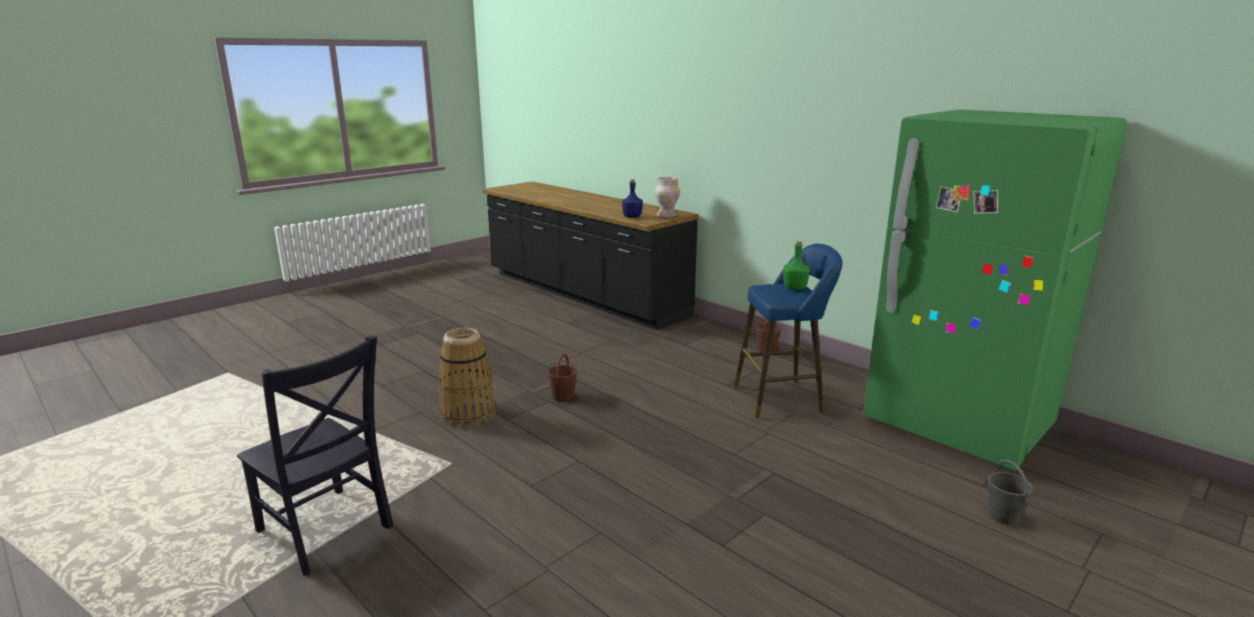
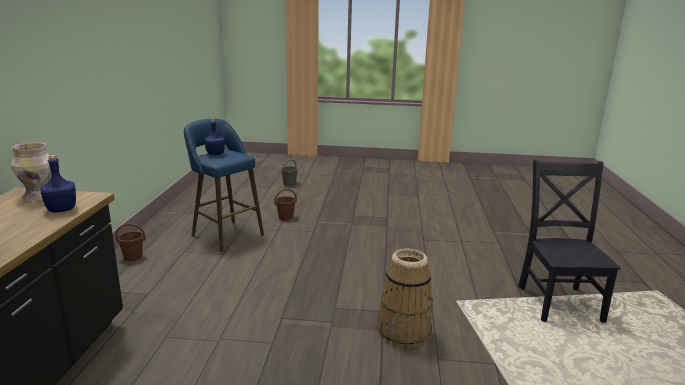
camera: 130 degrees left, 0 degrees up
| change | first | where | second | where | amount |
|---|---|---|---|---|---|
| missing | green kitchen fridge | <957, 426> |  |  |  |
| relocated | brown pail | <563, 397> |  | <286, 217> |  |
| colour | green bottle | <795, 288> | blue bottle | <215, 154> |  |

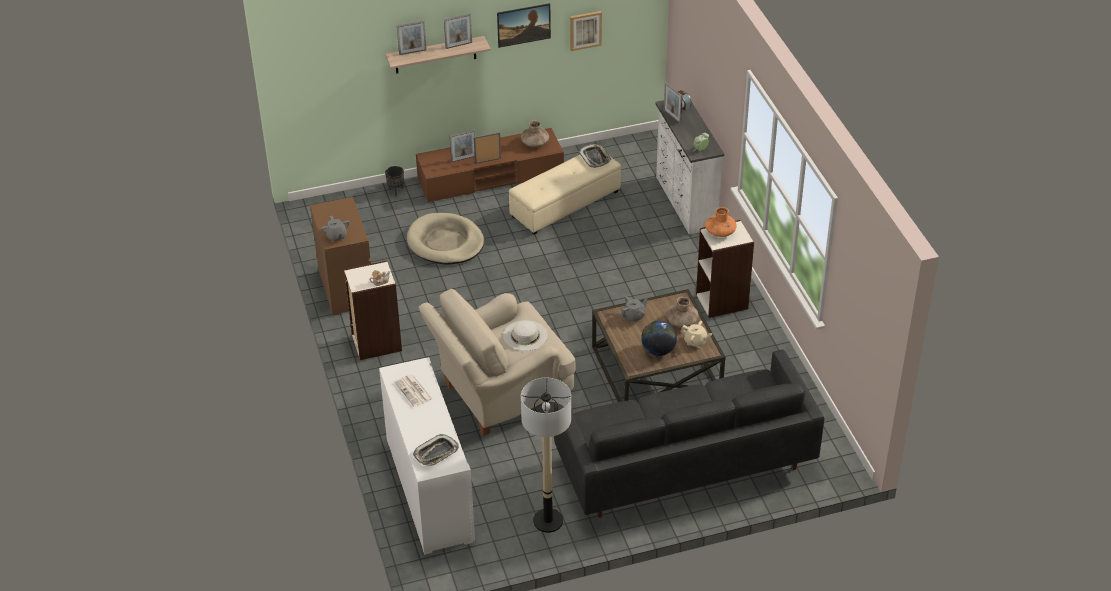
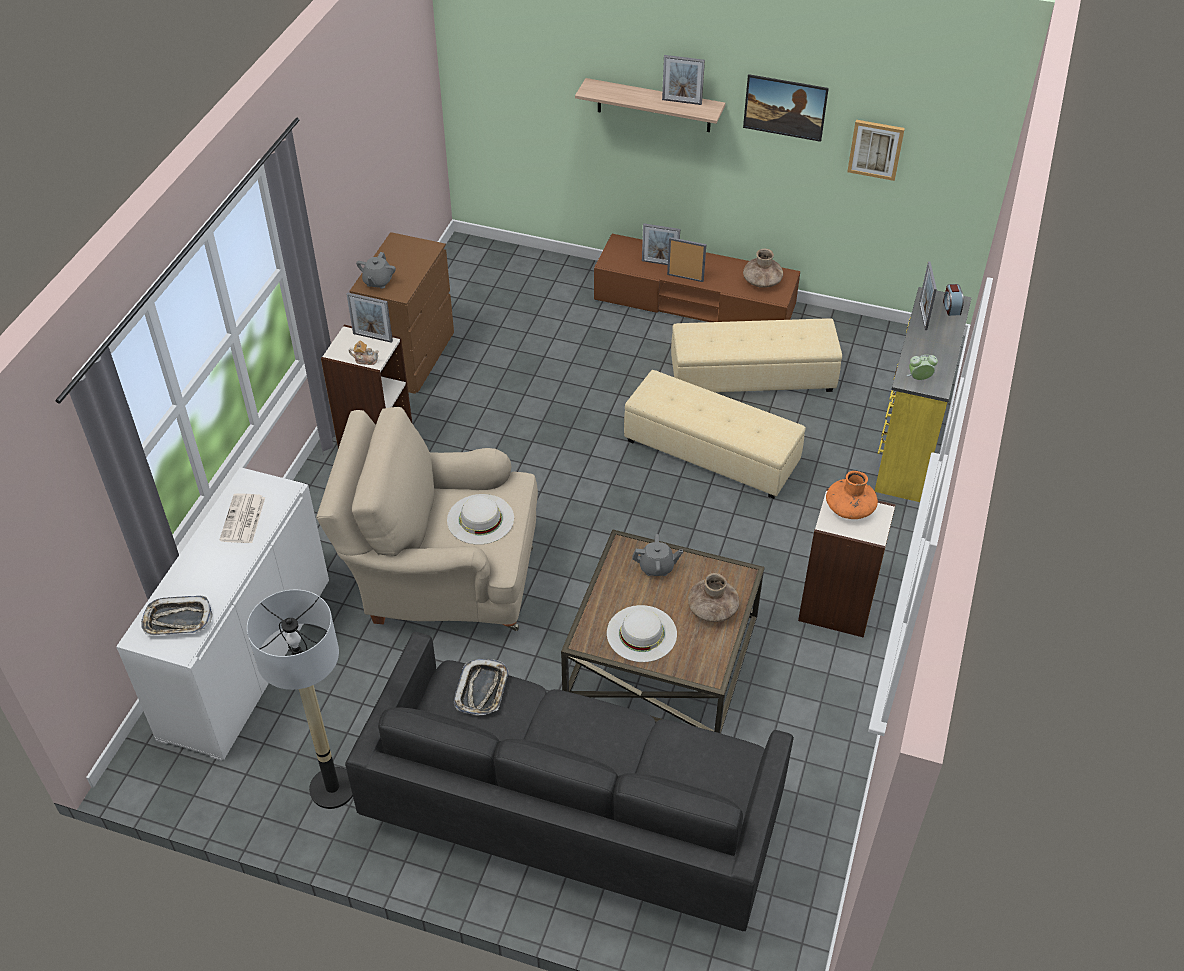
camera: 35 degrees right, 5 degrees up
| change | first | where | second | where | amount |
|---|---|---|---|---|---|
| missing | black-coloured plant pot | <396, 191> |  |  |  |
| missing | sand-coloured dog cushion | <445, 242> |  |  |  |
| missing | sand-coloured pot for tea | <695, 342> |  |  |  |
| appeared |  |  | sand-coloured ottoman | <711, 452> |  |
| relocated | picture frame | <412, 52> |  | <372, 337> |  |
| relocated | serving tray | <595, 158> |  | <482, 690> |  |
| exchanged | desk globe | <658, 350> | whitish wearable hat | <641, 633> |  |
| colour | whitish dresser | <685, 203> | yellow-coloured dresser | <907, 447> |  |

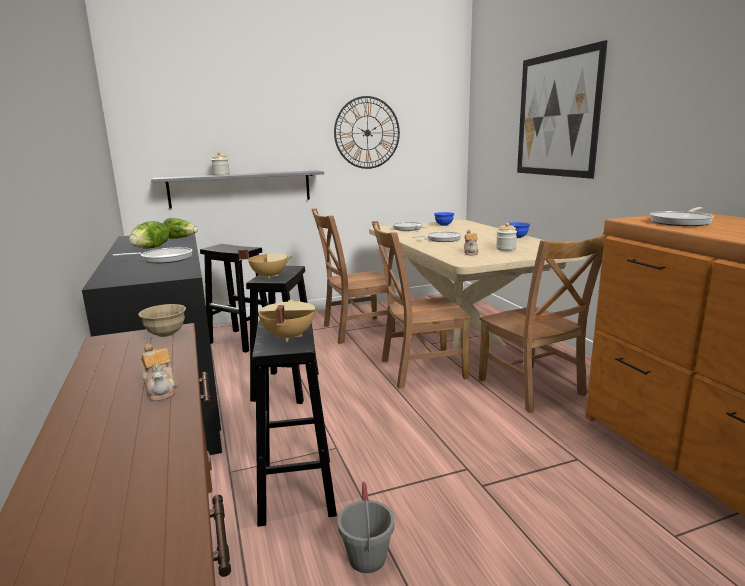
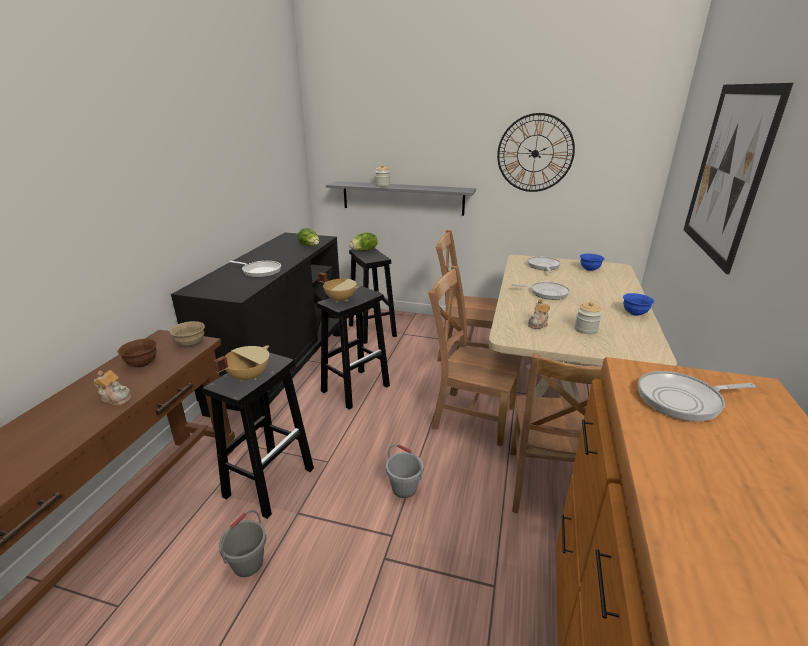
camera: 35 degrees right, 10 degrees up
| change | first | where | second | where | amount |
|---|---|---|---|---|---|
| appeared |  |  | brown deep dish | <142, 364> |  |
| appeared |  |  | gray pail | <404, 488> |  |
| relocated | lettuce head | <151, 248> |  | <364, 250> |  |
| spun | pot for tea | <161, 390> |  | <116, 398> | 75 degrees counterclockwise |

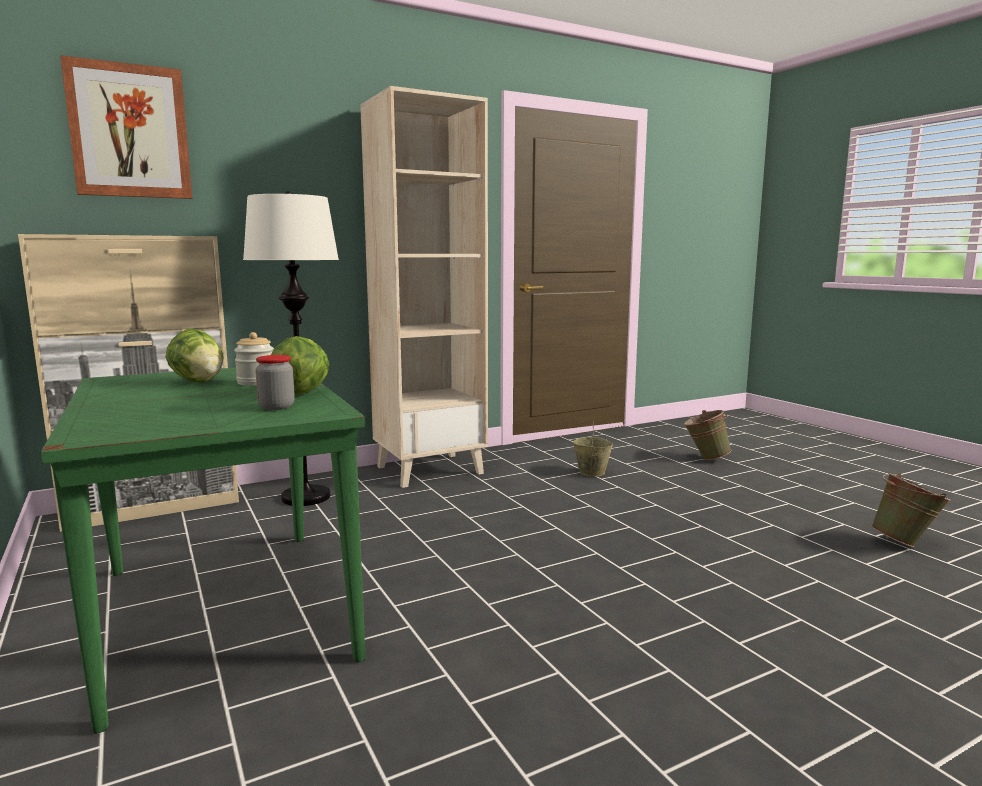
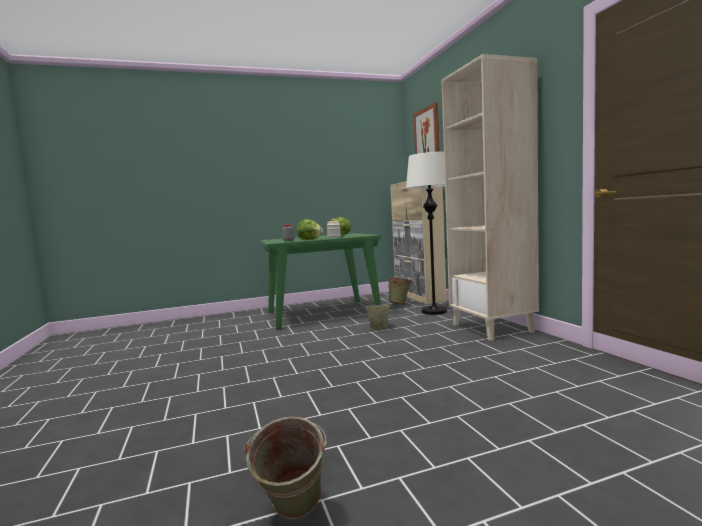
camera: 100 degrees right, 5 degrees down
| change | first | where | second | where | amount |
|---|---|---|---|---|---|
| relocated | sand-coloured pail | <591, 472> |  | <379, 327> |  |
| relocated | green pail | <705, 458> |  | <399, 304> |  |

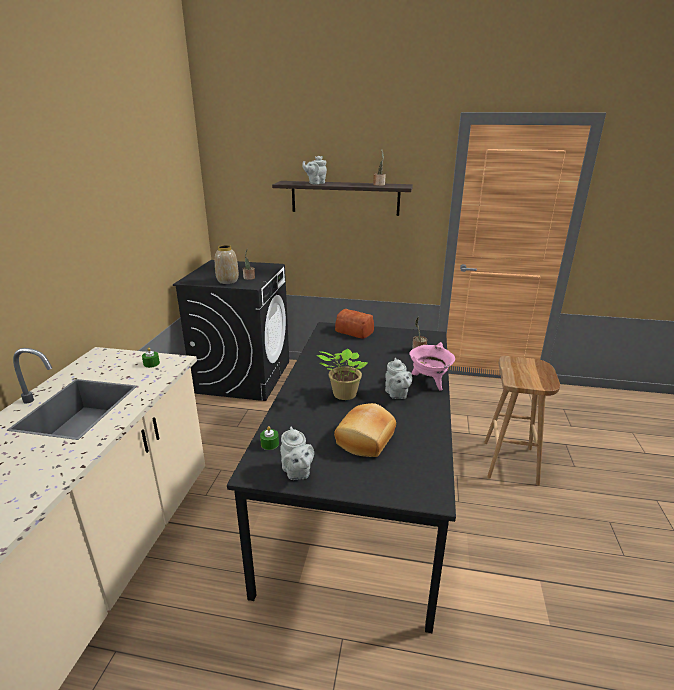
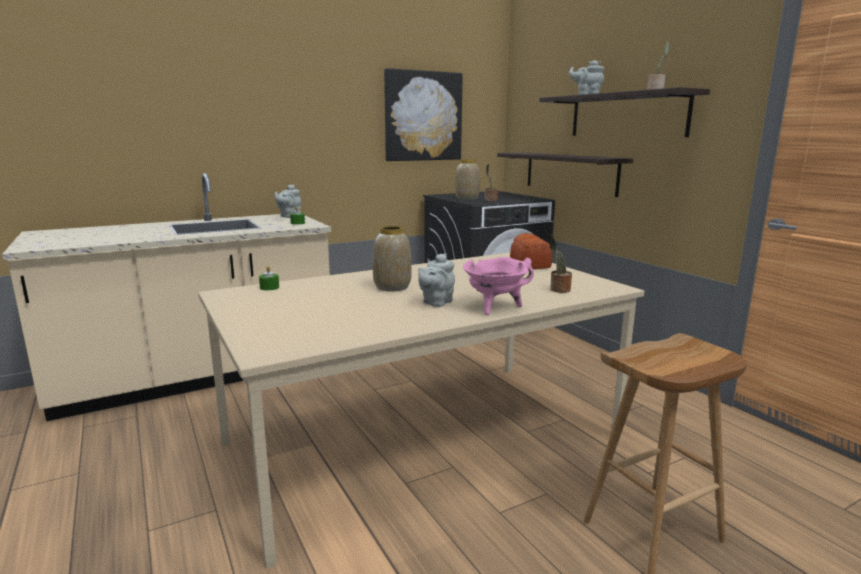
camera: 50 degrees right, 10 degrees down
| change | first | where | second | where | amount |
|---|---|---|---|---|---|
| missing | bread | <366, 440> |  |  |  |
| appeared |  |  | picture | <423, 116> |  |
| appeared |  |  | bracket shelf | <570, 173> |  |
| relocated | gray pot for tea | <297, 472> |  | <289, 216> |  |
| exchanged | houseplant | <343, 395> | flower vase | <393, 287> |  |
| colour | black-coloured dining table | <360, 489> | sand-coloured dining table | <423, 439> |  |

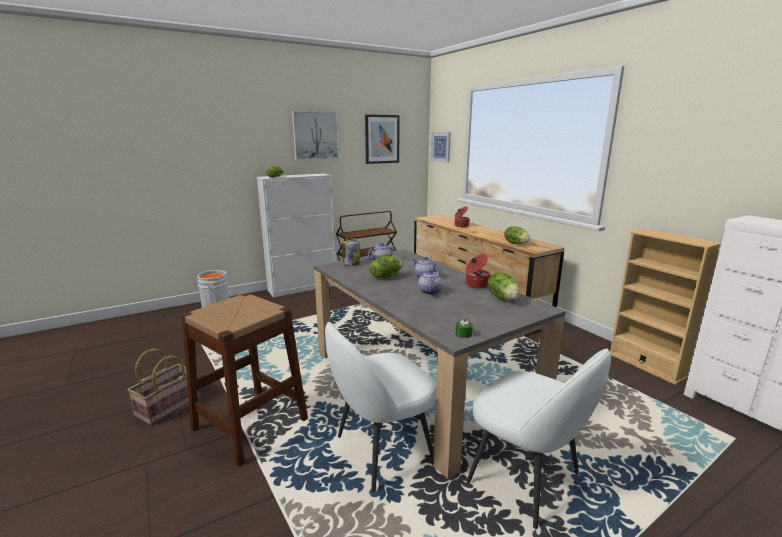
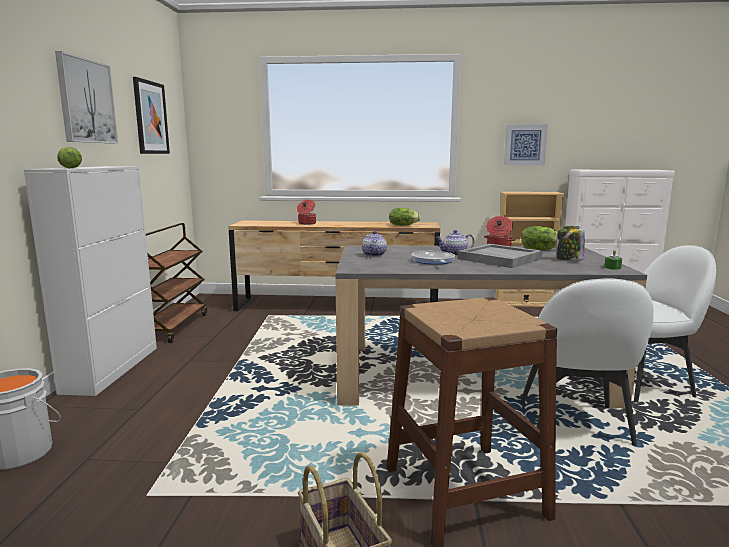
camera: 55 degrees left, 5 degrees down
| change | first | where | second | where | amount |
|---|---|---|---|---|---|
| relocated | jar | <351, 263> |  | <569, 260> |  |
| relocated | picture | <441, 146> |  | <525, 145> |  |
| exchanged | lettuce head | <386, 277> | pan | <433, 261> |  |
| exchanged | pot for tea | <429, 291> | gray serving tray | <498, 259> |  |

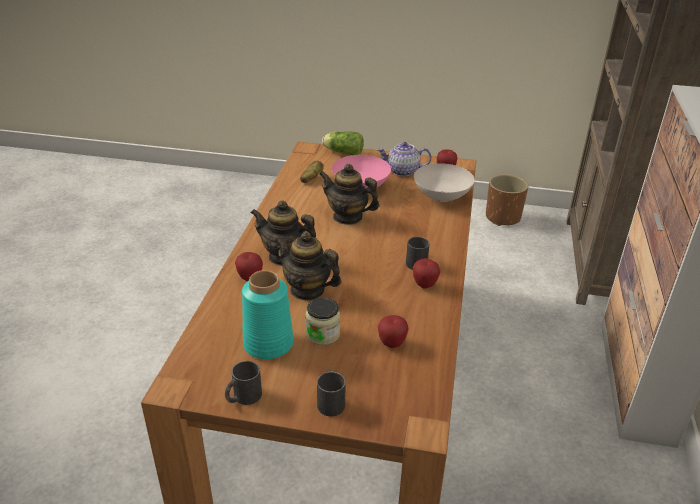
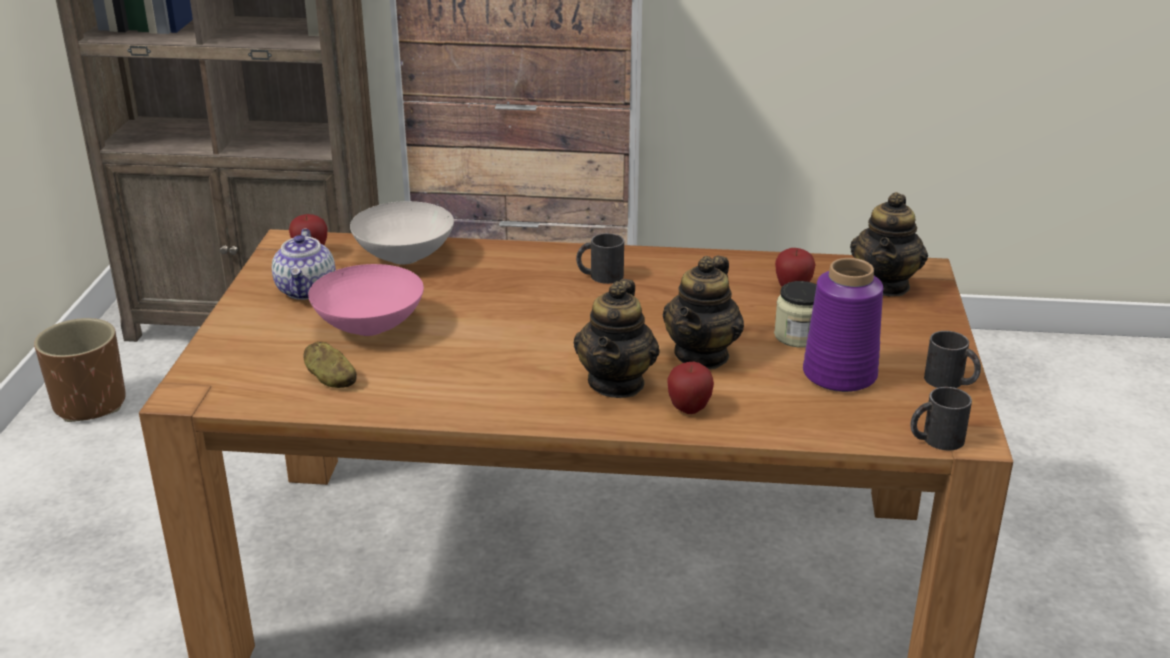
camera: 95 degrees left, 5 degrees down
| change | first | where | second | where | amount |
|---|---|---|---|---|---|
| missing | lettuce head | <342, 152> |  |  |  |
| missing | apple | <424, 285> |  |  |  |
| relocated | black-coloured coffee mug | <330, 401> |  | <935, 439> |  |
| relocated | pot for tea | <348, 217> |  | <885, 285> |  |
| colour | turquoise flower vase | <269, 343> | purplish flower vase | <838, 374> |  |

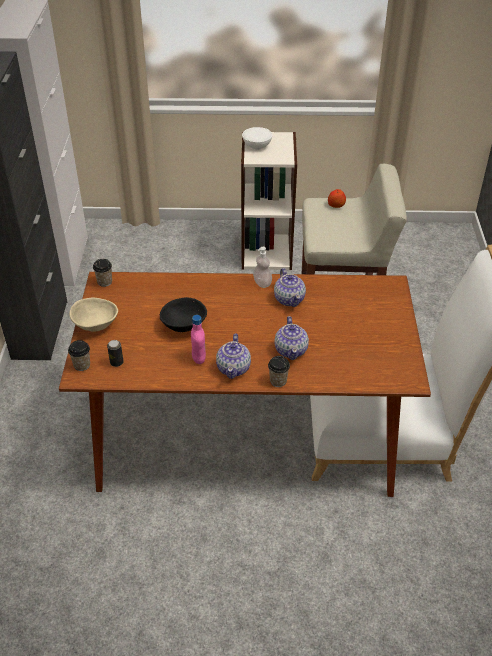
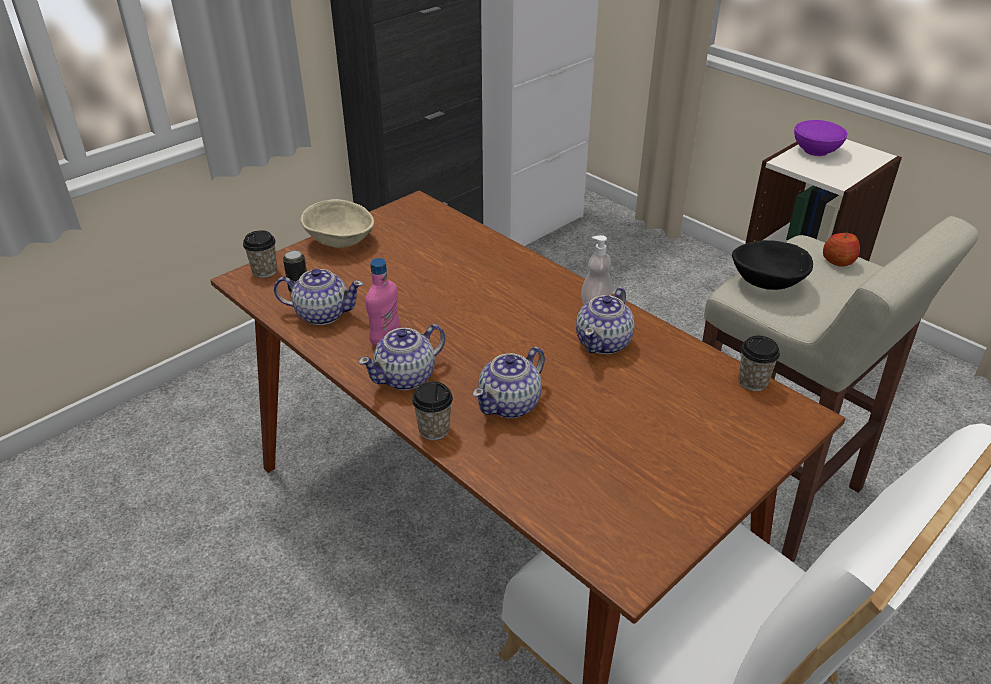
camera: 45 degrees right, 5 degrees down
| change | first | where | second | where | amount |
|---|---|---|---|---|---|
| appeared |  |  | pot for tea | <322, 314> |  |
| relocated | drinking cup | <104, 282> |  | <752, 382> |  |
| relocated | black-coloured deep dish | <183, 326> |  | <766, 283> |  |
| colour | whitish deep dish | <257, 146> | purplish deep dish | <816, 150> |  |

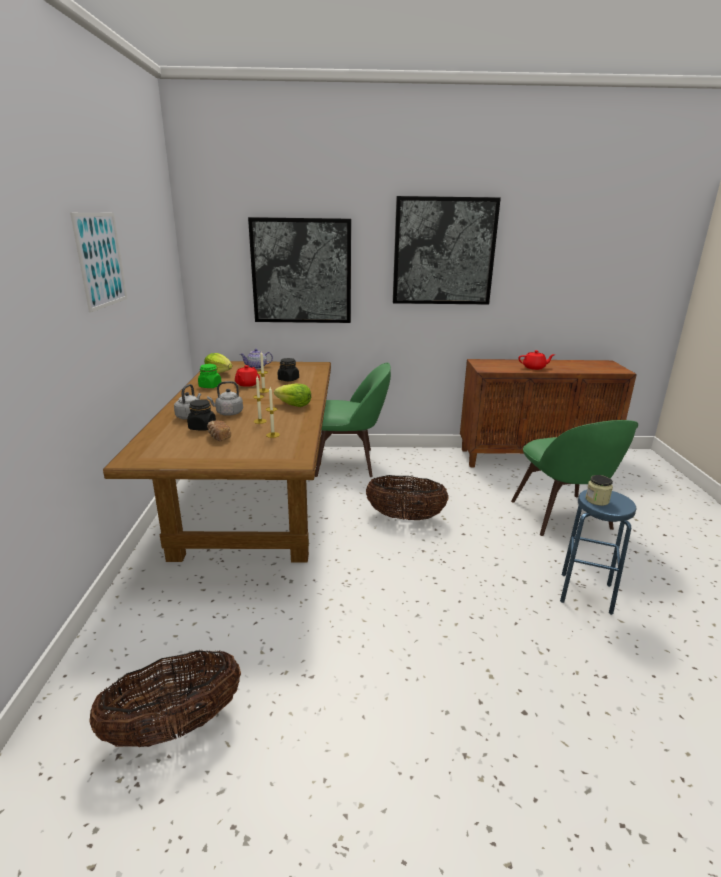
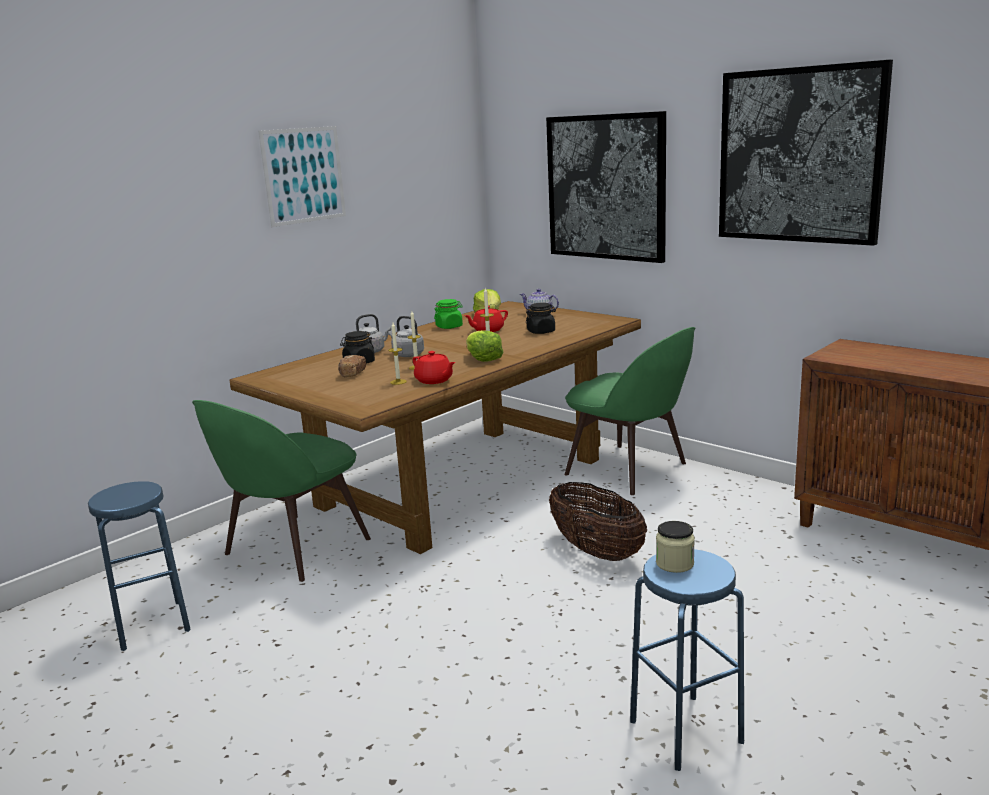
camera: 45 degrees right, 5 degrees down
| change | first | where | second | where | amount |
|---|---|---|---|---|---|
| relocated | green upright chair | <562, 517> |  | <293, 549> |  |
| relocated | red pot for tea | <534, 367> |  | <434, 380> |  |
| exchanged | household basket | <175, 726> | blue sitting stool | <152, 625> |  |

